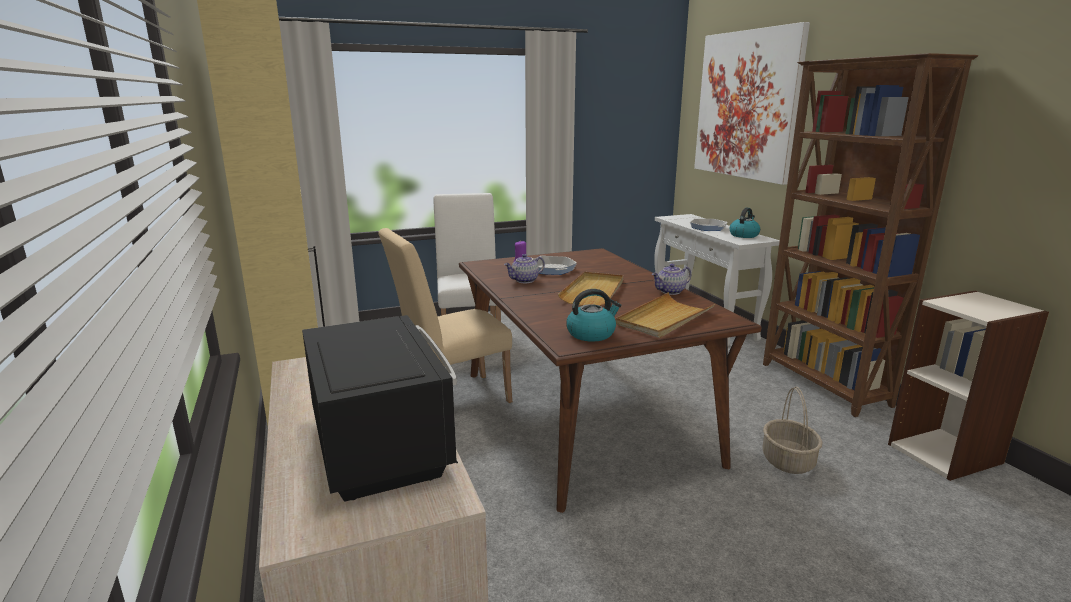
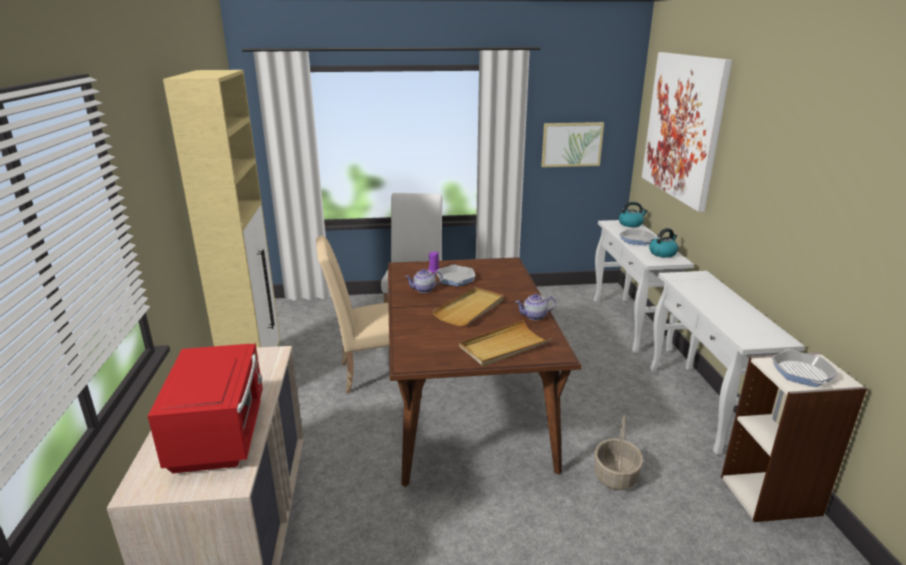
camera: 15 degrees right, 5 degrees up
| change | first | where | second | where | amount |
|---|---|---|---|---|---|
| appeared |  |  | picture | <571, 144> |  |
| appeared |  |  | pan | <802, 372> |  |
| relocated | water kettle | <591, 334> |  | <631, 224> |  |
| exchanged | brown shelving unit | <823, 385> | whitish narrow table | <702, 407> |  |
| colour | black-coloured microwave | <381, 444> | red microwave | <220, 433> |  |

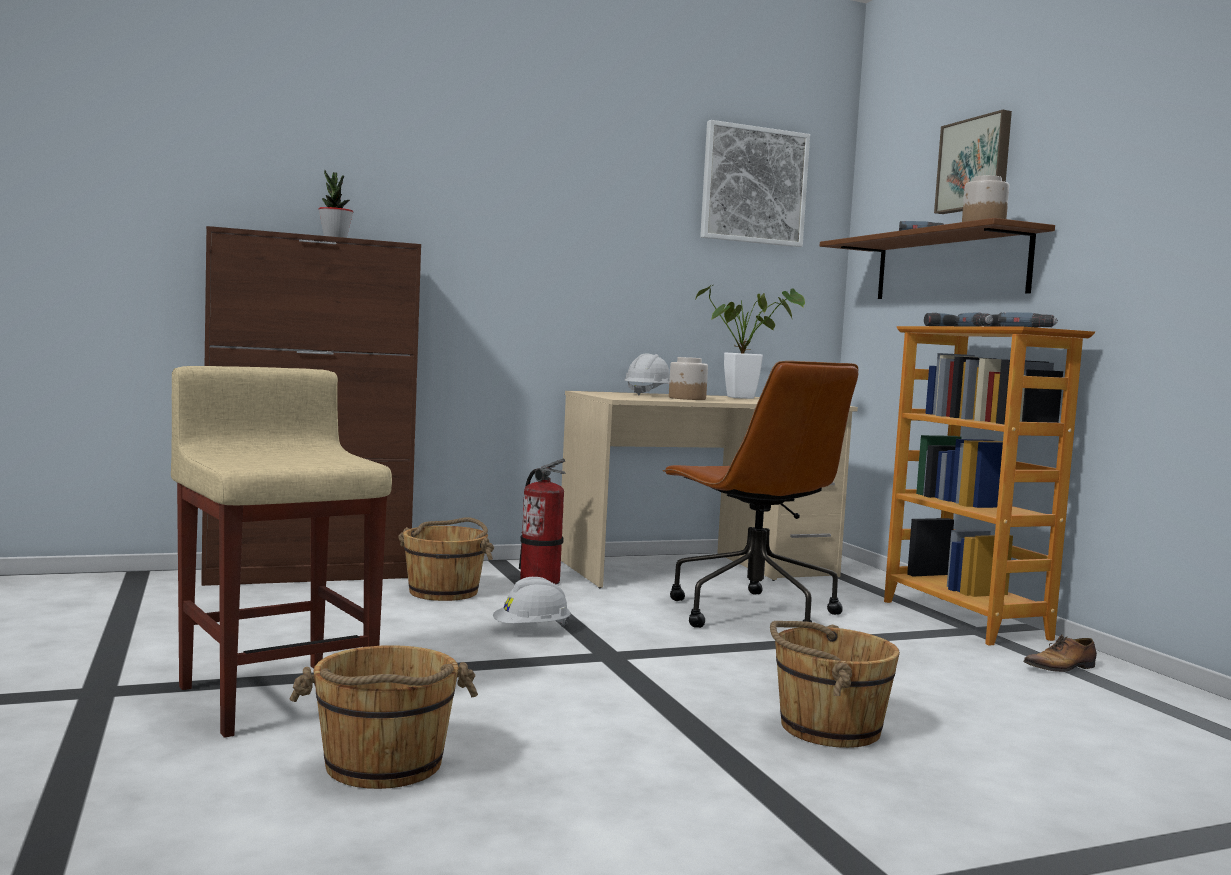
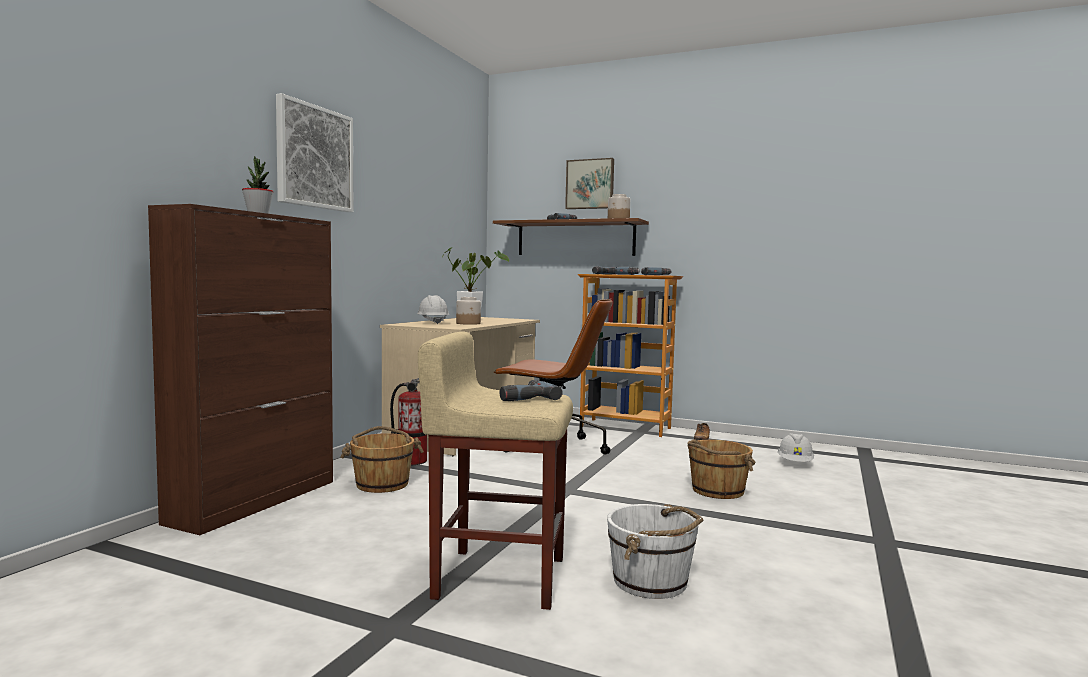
camera: 45 degrees left, 0 degrees up
| change | first | where | second | where | amount |
|---|---|---|---|---|---|
| appeared |  |  | electric drill | <524, 397> |  |
| relocated | whitish work helmet | <531, 630> |  | <795, 463> |  |
| relocated | picture | <753, 185> |  | <314, 157> |  |
| colour | brown pail | <383, 765> | whitish pail | <651, 582> |  |

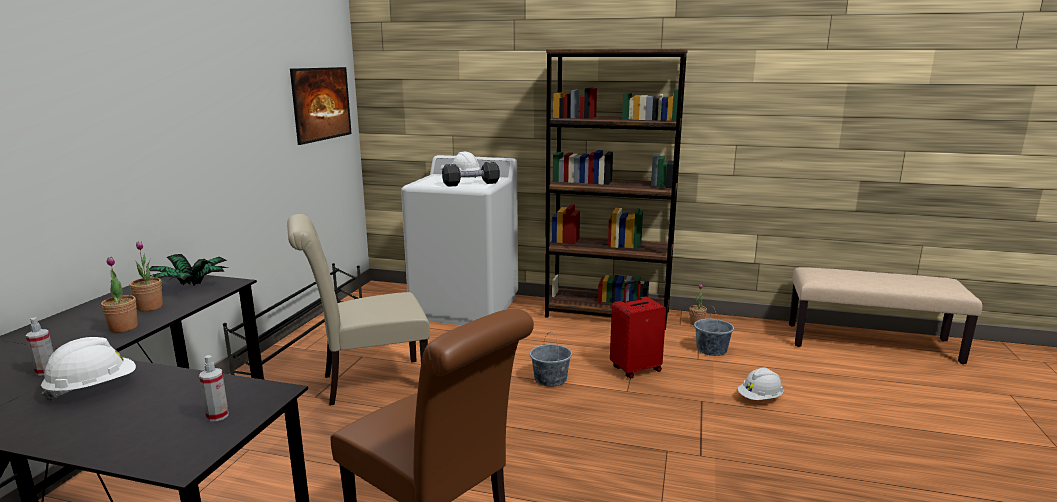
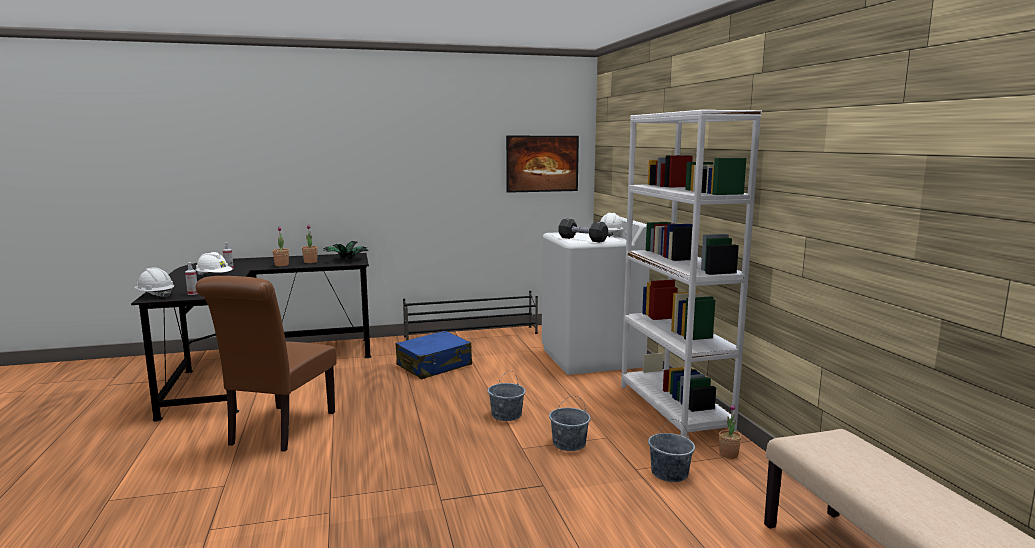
camera: 60 degrees right, 5 degrees down
| change | first | where | second | where | amount |
|---|---|---|---|---|---|
| relocated | whitish work helmet | <760, 398> |  | <155, 295> |  |
| exchanged | sand-coloured upright chair | <367, 383> | blue piece of luggage | <434, 365> |  |
| exchanged | red piece of luggage | <635, 369> | gray pail | <569, 443> |  |
| colour | brown shelving unit | <607, 314> | whitish shelving unit | <674, 408> |  |

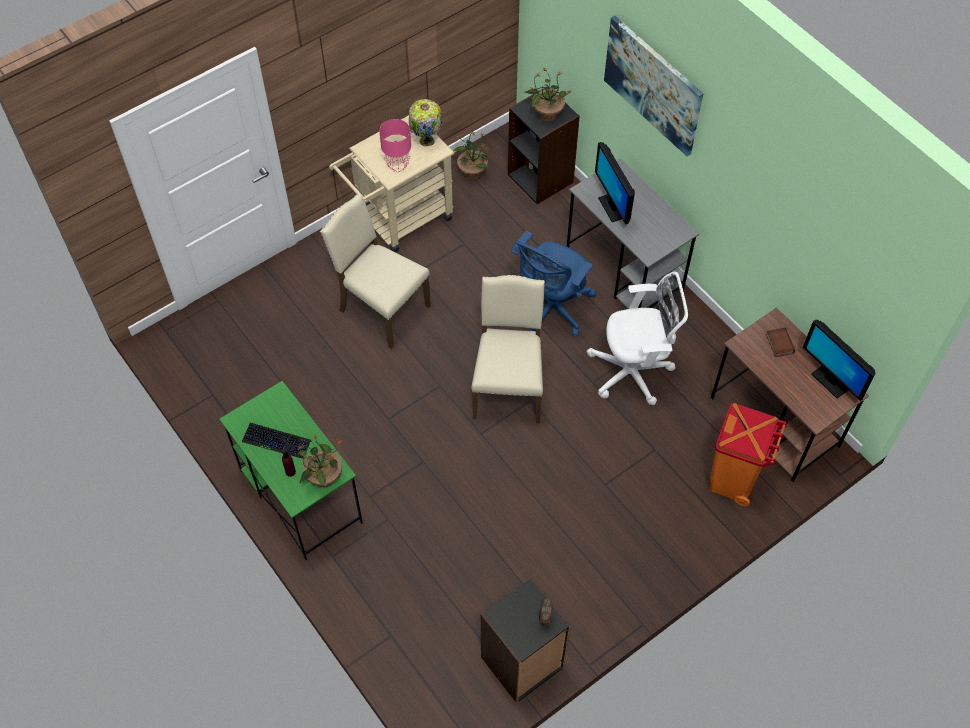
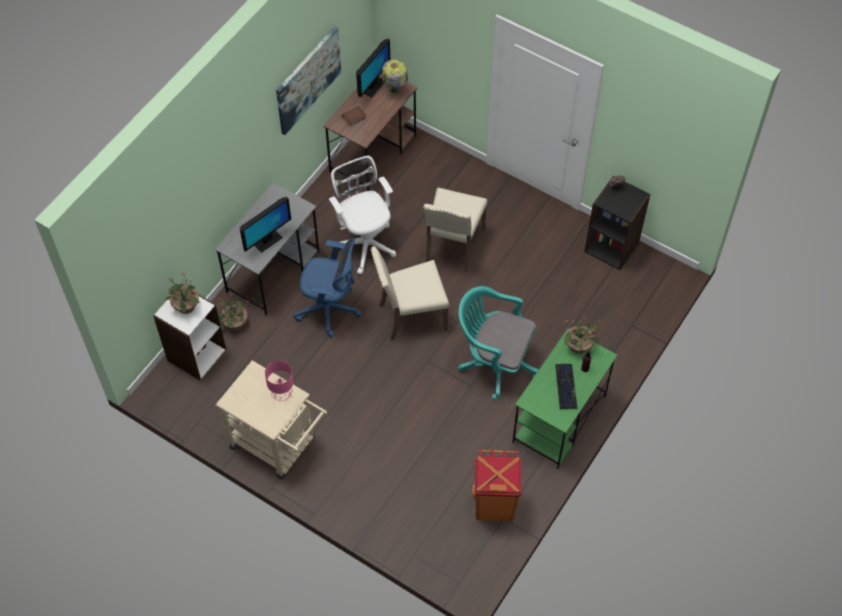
camera: 110 degrees left, 0 degrees up
| change | first | where | second | where | amount |
|---|---|---|---|---|---|
| appeared |  |  | turquoise computer chair | <494, 362> |  |
| relocated | sand-coloured upright chair | <381, 308> |  | <453, 246> |  |
| relocated | lamp for a table | <426, 141> |  | <395, 92> |  |
| relocated | houseplant | <472, 172> |  | <234, 324> |  |
| relocated | picture | <653, 85> |  | <308, 80> |  |
| relocated | orange trash can | <734, 477> |  | <494, 505> |  |
| colour | black-coloured shelving unit | <541, 178> | whitish shelving unit | <196, 354> |  |

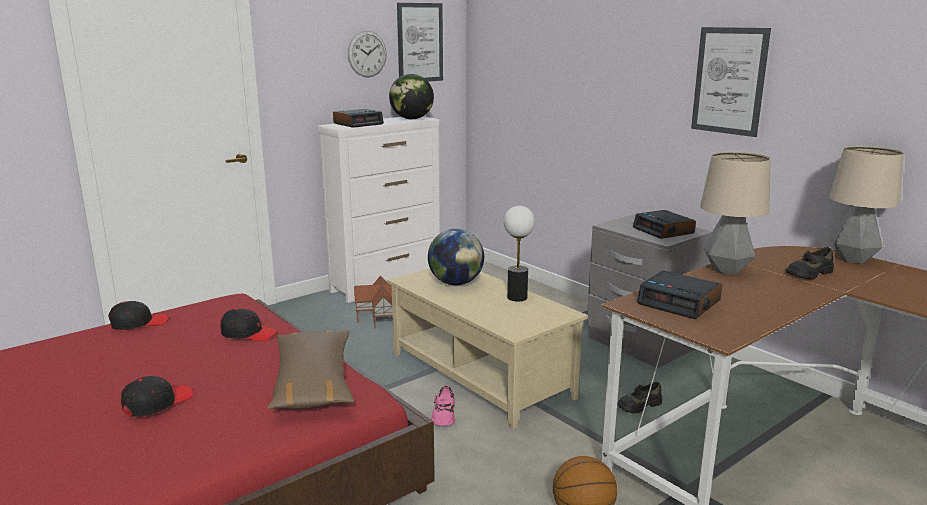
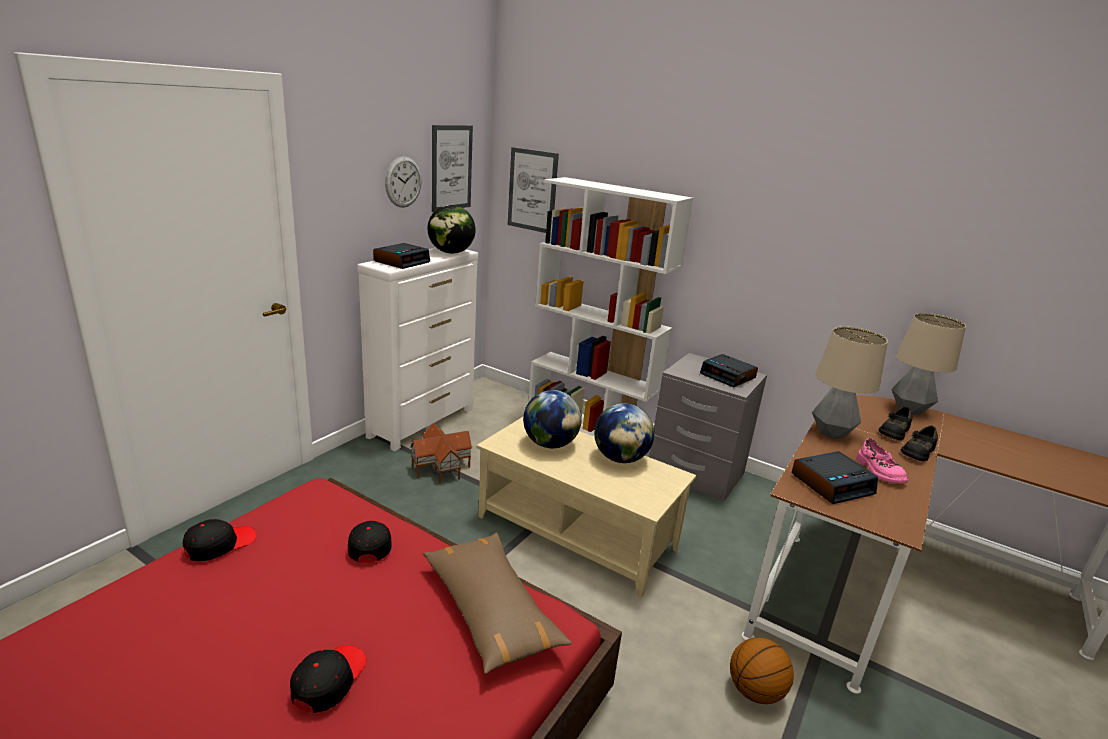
camera: 20 degrees left, 5 degrees up
| change | first | where | second | where | amount |
|---|---|---|---|---|---|
| appeared |  |  | whitish shelving unit | <590, 427> |  |
| relocated | pinkish low shoe | <443, 415> |  | <879, 471> |  |
| relocated | black-coloured low shoe | <639, 405> |  | <917, 452> |  |
| relocated | picture | <729, 81> |  | <532, 190> |  |
| exchanged | lamp for a table | <517, 297> | desk globe | <620, 458> |  |
| spun | black-coloured peaked cap | <248, 333> |  | <370, 544> | 90 degrees counterclockwise |
| spun | bedside clock | <680, 303> |  | <832, 483> | 45 degrees counterclockwise |

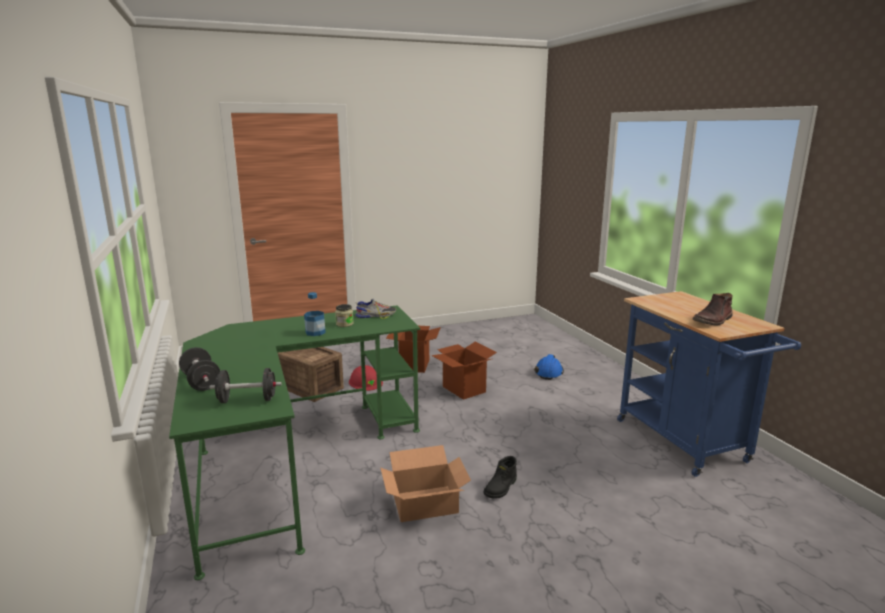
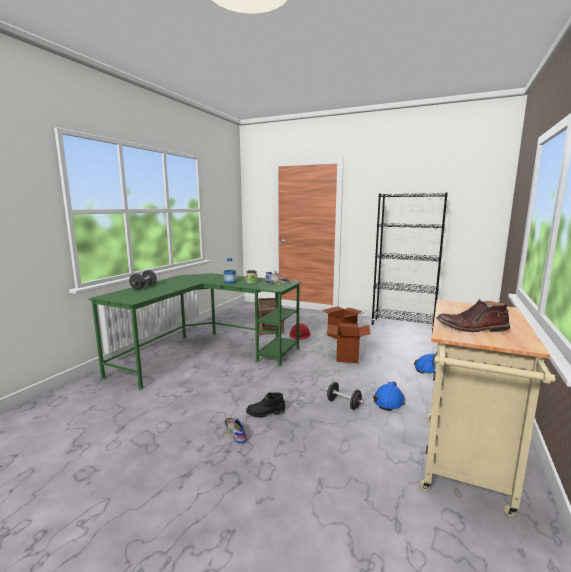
camera: 45 degrees right, 5 degrees down
| change | first | where | second | where | amount |
|---|---|---|---|---|---|
| missing | cardboard box | <426, 503> |  |  |  |
| appeared |  |  | low shoe | <235, 432> |  |
| appeared |  |  | black-coloured shelving unit | <403, 325> |  |
| appeared |  |  | blue work helmet | <389, 401> |  |
| relocated | black-coloured dumbbell | <247, 400> |  | <343, 404> |  |
| colour | blue cart | <687, 444> | sand-coloured cart | <464, 466> |  |

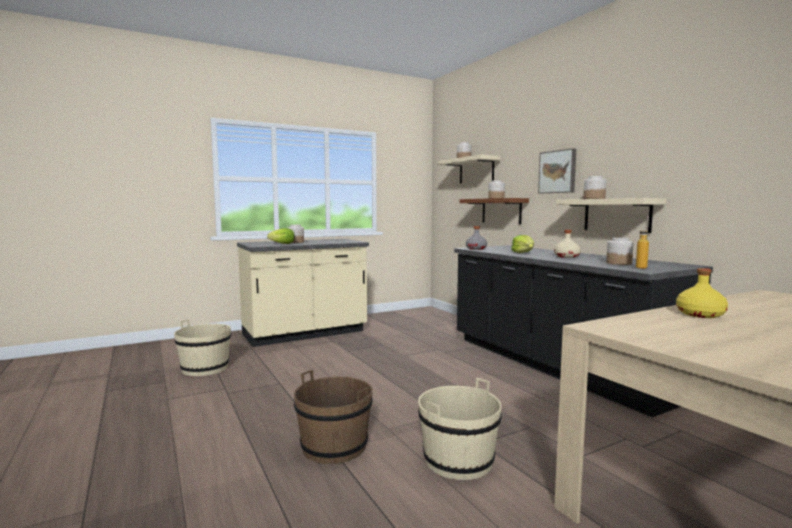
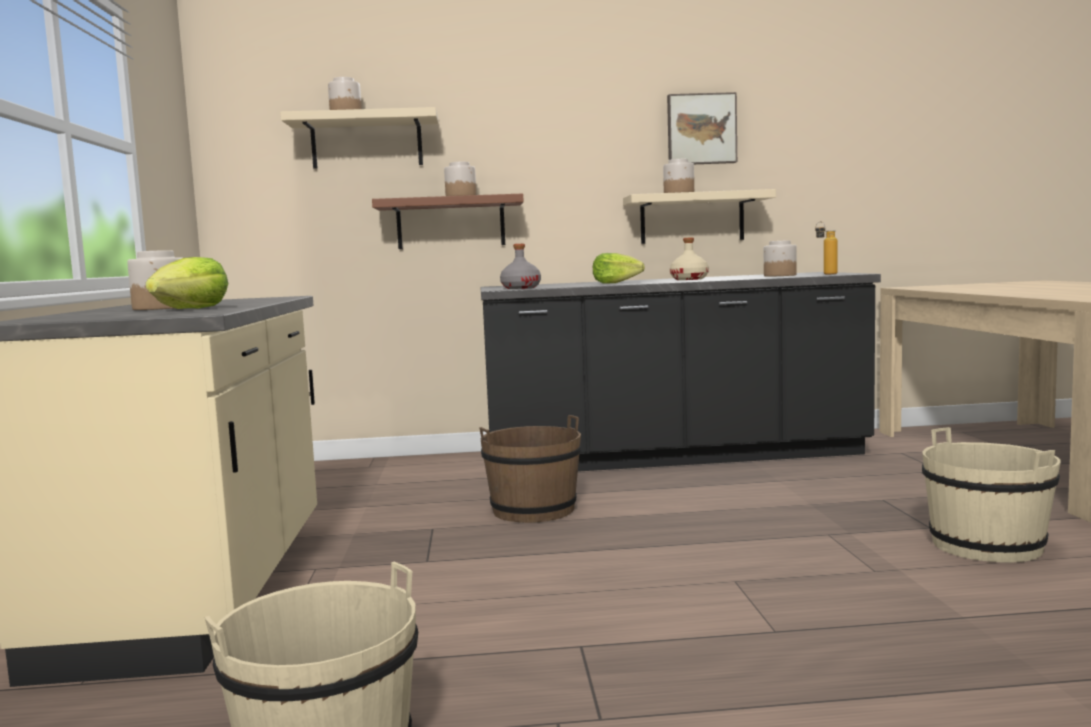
camera: 65 degrees left, 0 degrees up
| change | first | where | second | where | amount |
|---|---|---|---|---|---|
| missing | yellow-coloured bottle | <699, 314> |  |  |  |
| relocated | brown pail | <334, 446> |  | <533, 510> |  |
| relocated | picture | <558, 172> |  | <701, 129> |  |

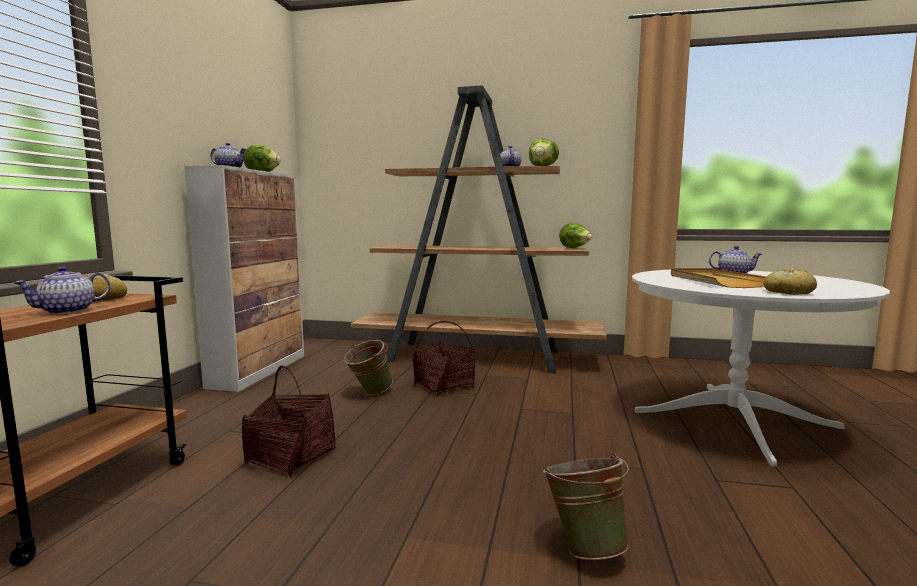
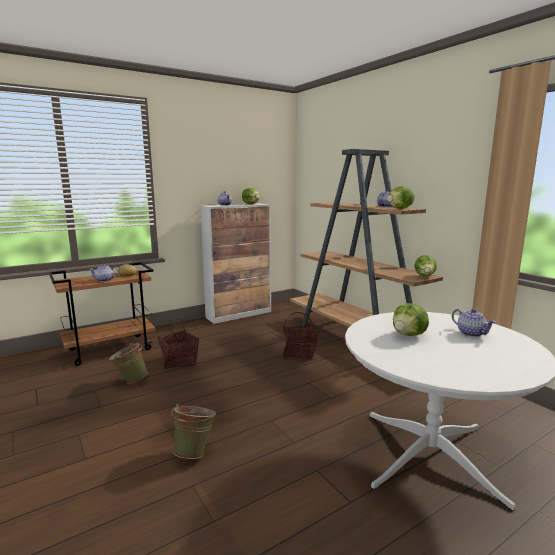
camera: 45 degrees right, 5 degrees up
| change | first | where | second | where | amount |
|---|---|---|---|---|---|
| missing | bread | <788, 292> |  |  |  |
| relocated | green pail | <369, 393> |  | <130, 380> |  |
| exchanged | sand-coloured serving tray | <714, 281> | lettuce head | <409, 335> |  |

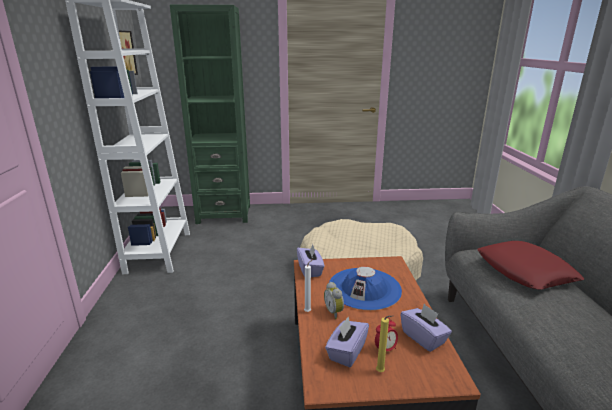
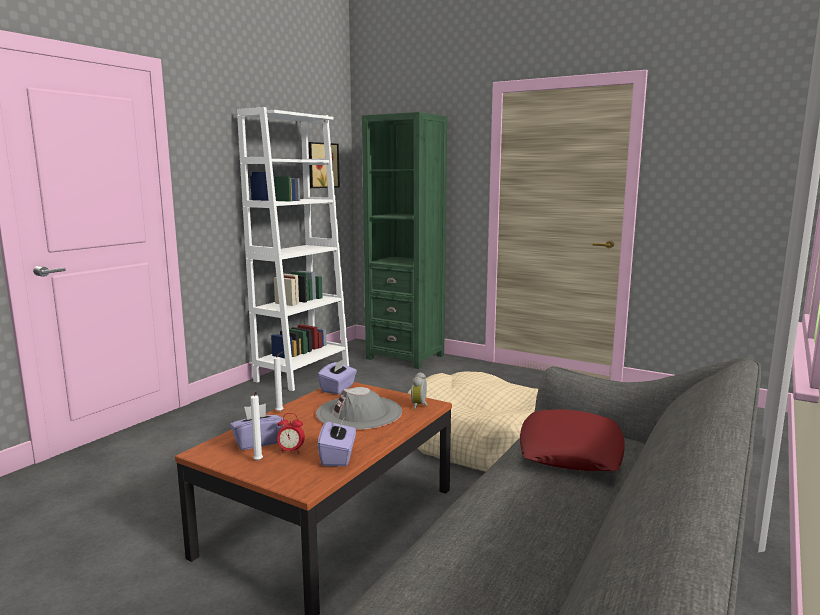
camera: 35 degrees right, 10 degrees down
| change | first | where | second | where | amount |
|---|---|---|---|---|---|
| relocated | bedside clock | <334, 312> |  | <420, 406> |  |
| colour | blue wearable hat | <364, 288> | gray wearable hat | <359, 413> |  |
| colour | yellow-coloured candle | <381, 372> | whitish candle | <258, 461> |  |

